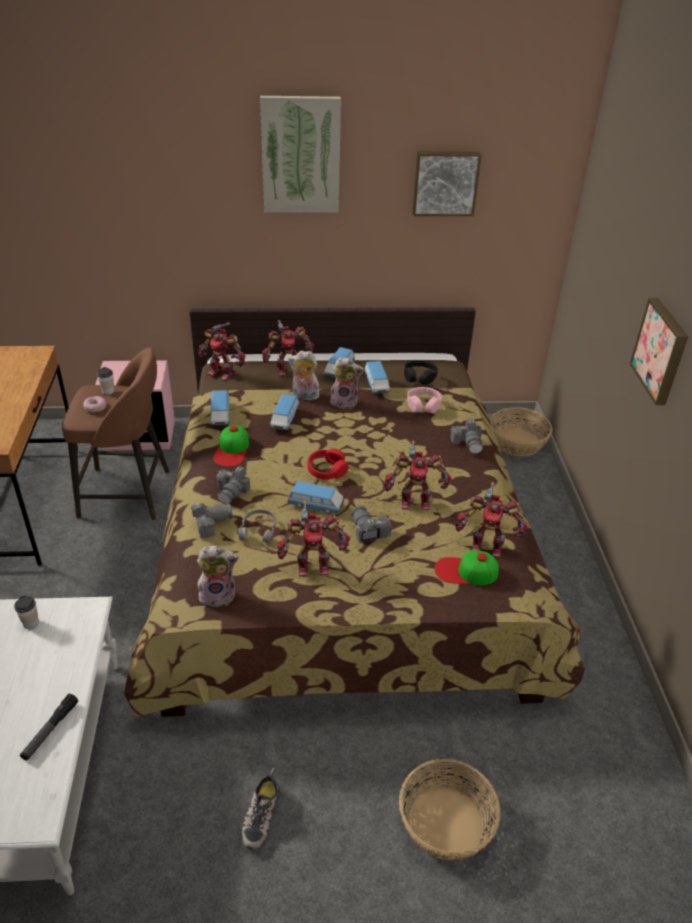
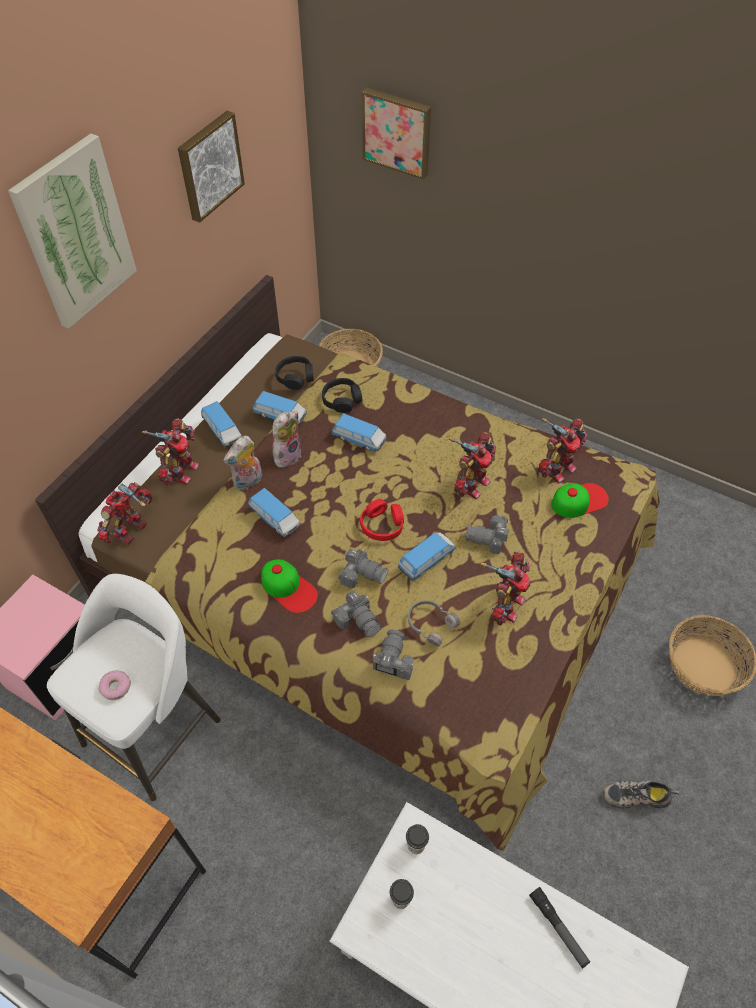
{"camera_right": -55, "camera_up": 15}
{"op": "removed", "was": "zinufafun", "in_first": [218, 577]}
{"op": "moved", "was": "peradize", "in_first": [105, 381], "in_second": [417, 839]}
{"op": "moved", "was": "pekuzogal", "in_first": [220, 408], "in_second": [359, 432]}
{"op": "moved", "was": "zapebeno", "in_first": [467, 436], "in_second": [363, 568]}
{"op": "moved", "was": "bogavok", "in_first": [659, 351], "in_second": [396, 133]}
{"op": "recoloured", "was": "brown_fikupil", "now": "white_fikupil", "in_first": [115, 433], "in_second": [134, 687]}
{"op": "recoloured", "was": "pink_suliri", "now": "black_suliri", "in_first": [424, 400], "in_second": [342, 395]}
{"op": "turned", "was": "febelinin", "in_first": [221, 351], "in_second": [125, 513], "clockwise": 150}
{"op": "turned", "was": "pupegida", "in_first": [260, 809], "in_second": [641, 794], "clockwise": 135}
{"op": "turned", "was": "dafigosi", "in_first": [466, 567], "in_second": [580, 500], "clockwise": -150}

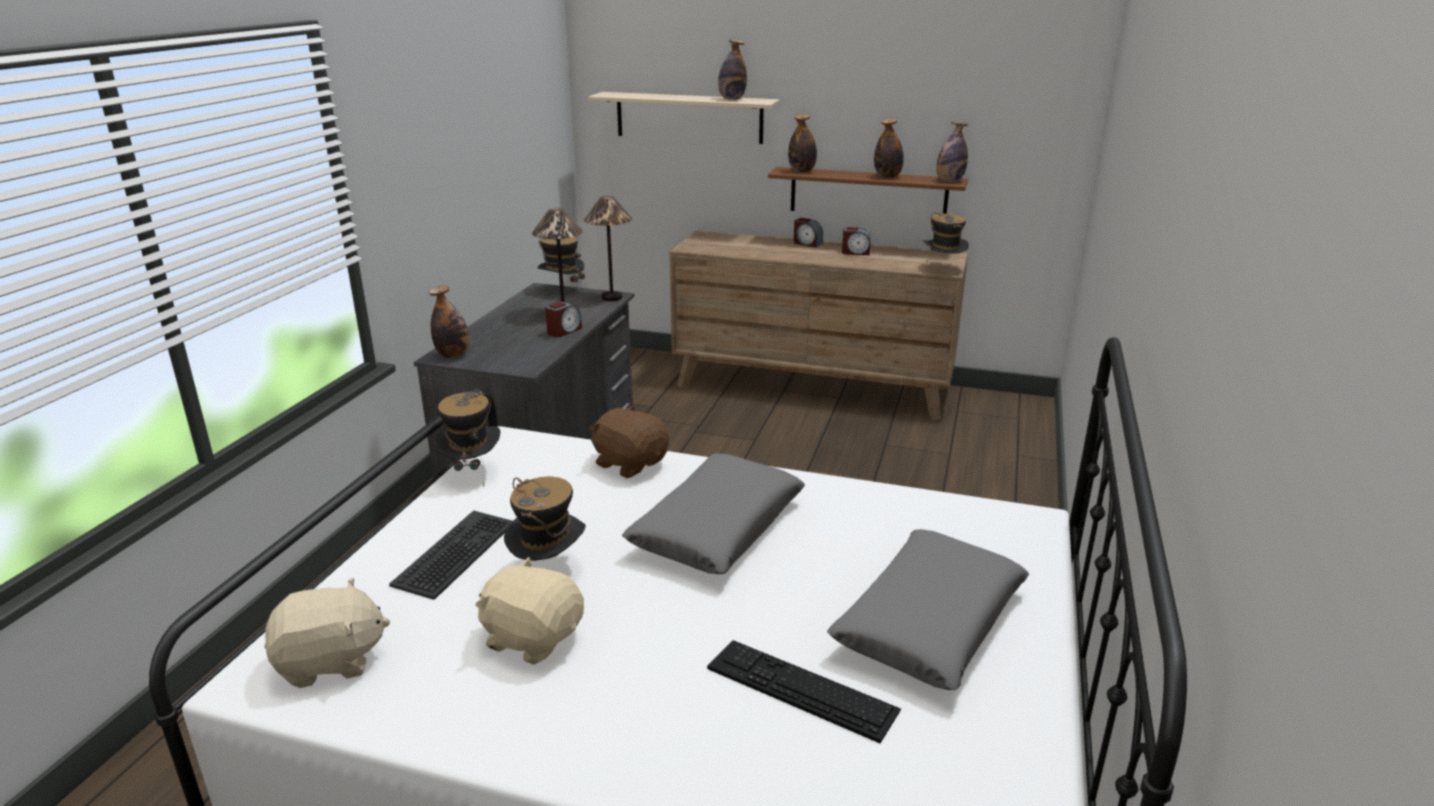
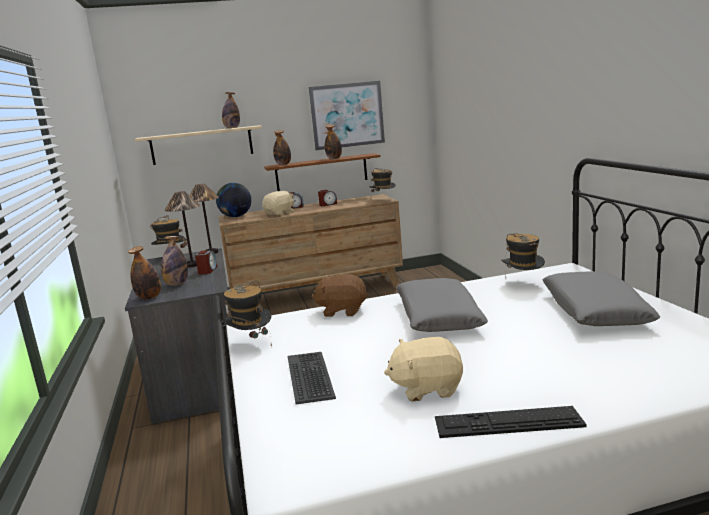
{"camera_right": -30, "camera_up": -10}
{"op": "added", "now": "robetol", "in_second": [233, 200]}
{"op": "added", "now": "bogavok", "in_second": [347, 115]}
{"op": "moved", "was": "beige_zinufafun", "in_first": [327, 633], "in_second": [278, 203]}
{"op": "moved", "was": "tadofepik", "in_first": [545, 518], "in_second": [523, 255]}
{"op": "moved", "was": "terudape", "in_first": [804, 691], "in_second": [510, 422]}
{"op": "moved", "was": "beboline", "in_first": [952, 152], "in_second": [174, 261]}

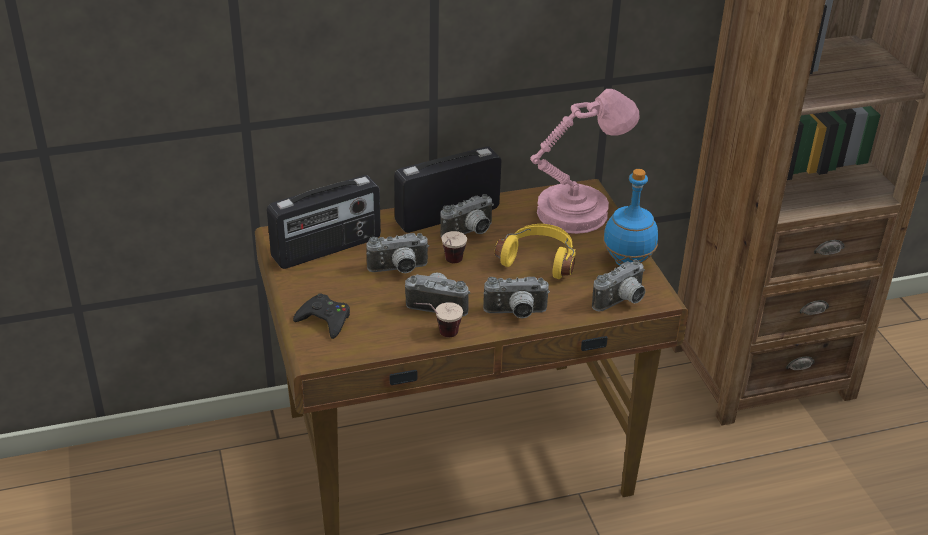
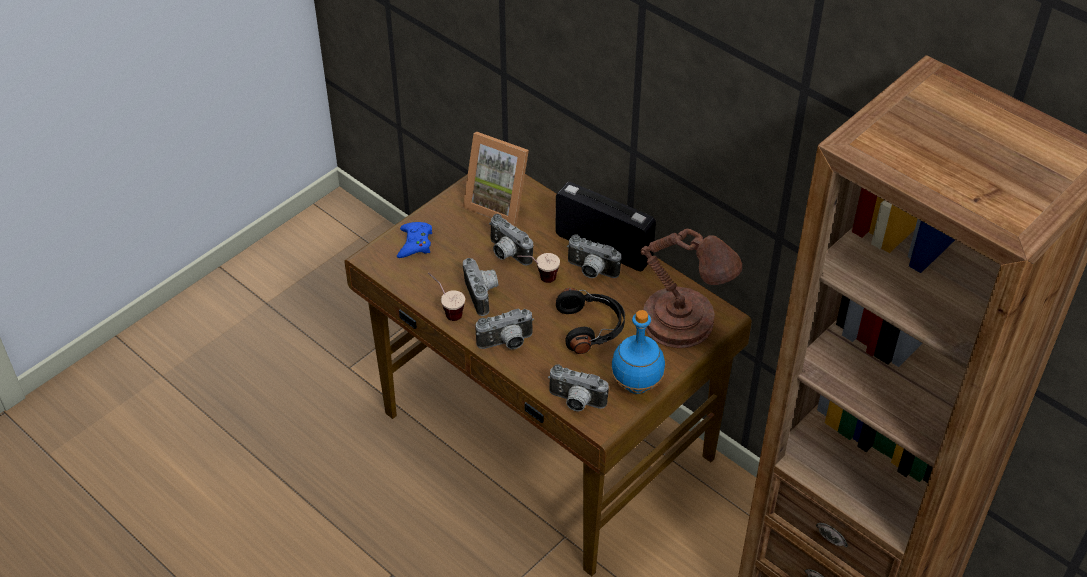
{"camera_right": 60, "camera_up": 10}
{"op": "replaced", "was": "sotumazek", "now": "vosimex", "in_first": [324, 222], "in_second": [496, 179]}
{"op": "recoloured", "was": "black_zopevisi", "now": "blue_zopevisi", "in_first": [321, 316], "in_second": [414, 240]}
{"op": "recoloured", "was": "yellow_suliri", "now": "black_suliri", "in_first": [535, 251], "in_second": [590, 321]}
{"op": "recoloured", "was": "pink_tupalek", "now": "brown_tupalek", "in_first": [584, 161], "in_second": [691, 288]}
{"op": "turned", "was": "zapebeno", "in_first": [516, 297], "in_second": [505, 329], "clockwise": -75}

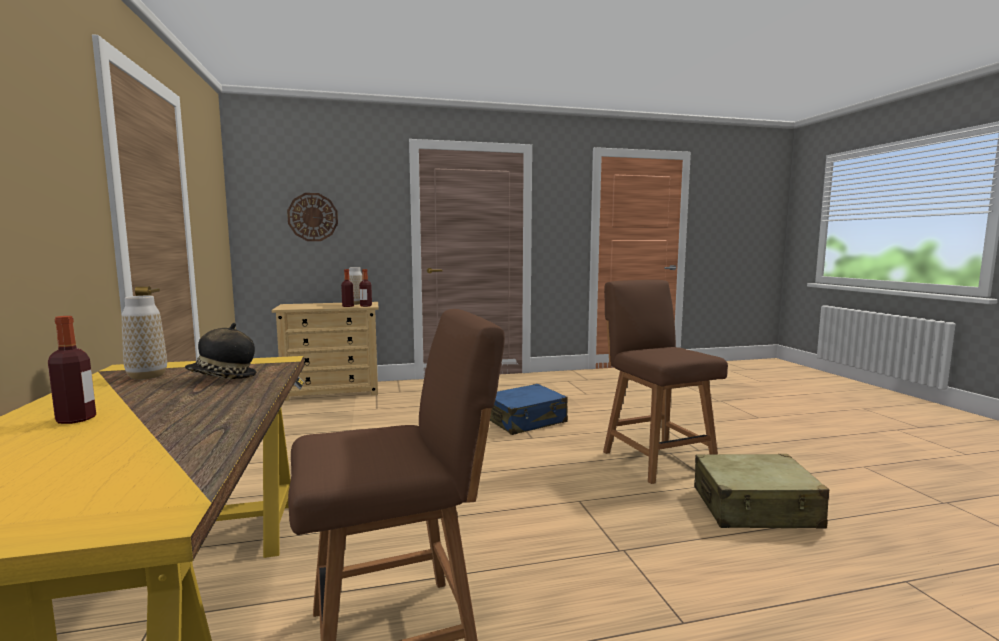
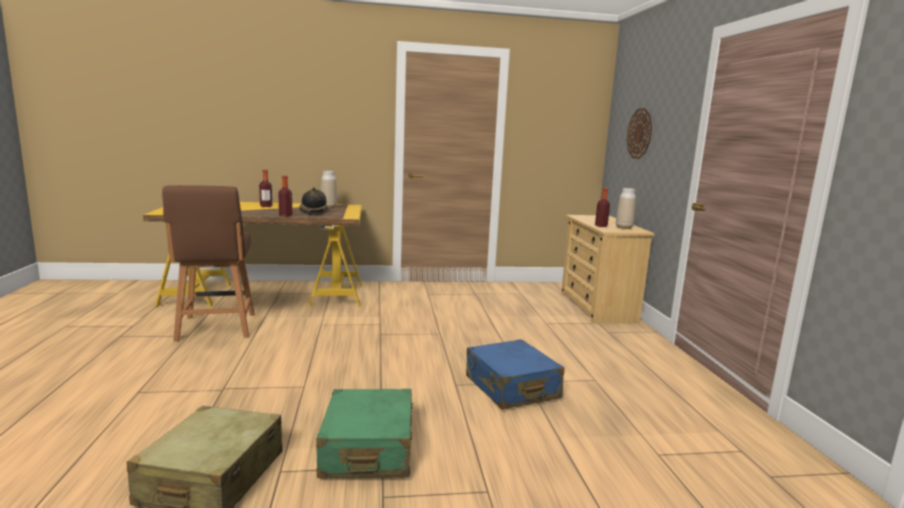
{"camera_right": 95, "camera_up": 5}
{"op": "moved", "was": "beboline", "in_first": [365, 288], "in_second": [285, 196]}
{"op": "replaced", "was": "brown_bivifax", "now": "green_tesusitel", "in_first": [665, 382], "in_second": [364, 433]}

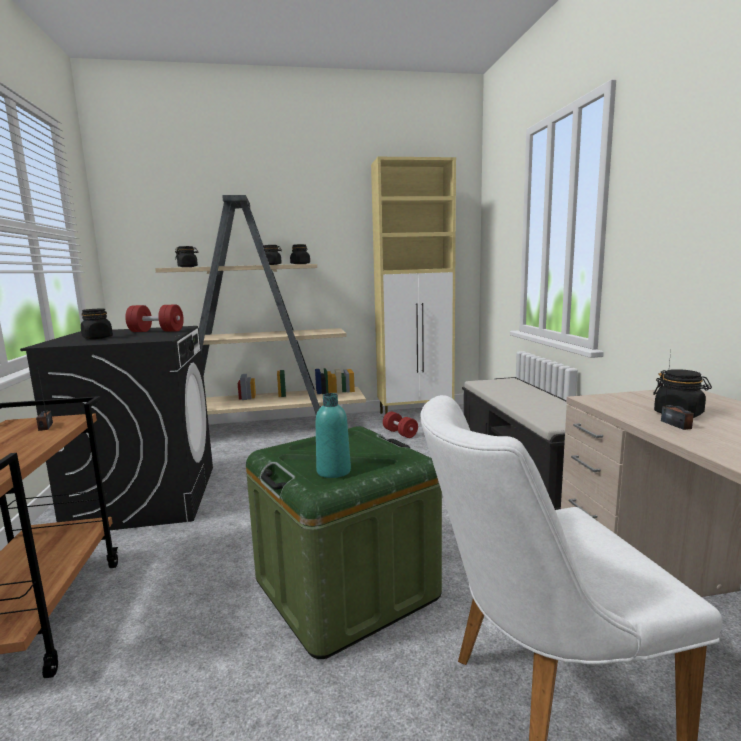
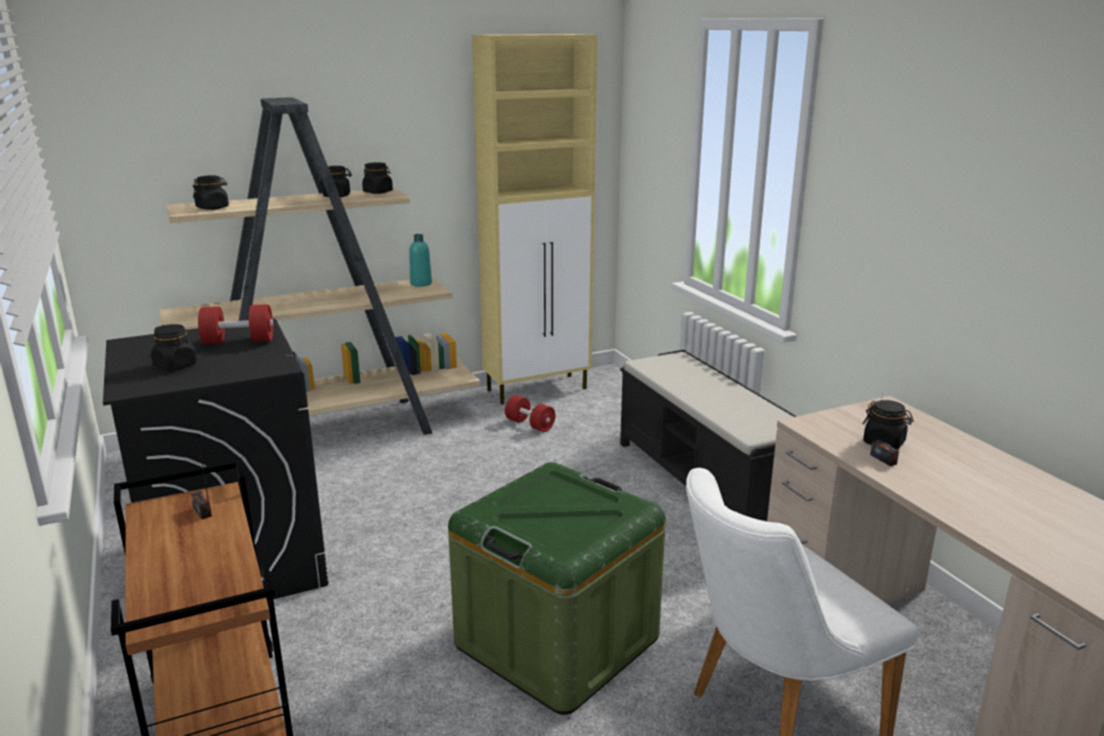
{"camera_right": -15, "camera_up": 10}
{"op": "moved", "was": "turquoise_beboline", "in_first": [333, 435], "in_second": [420, 260]}

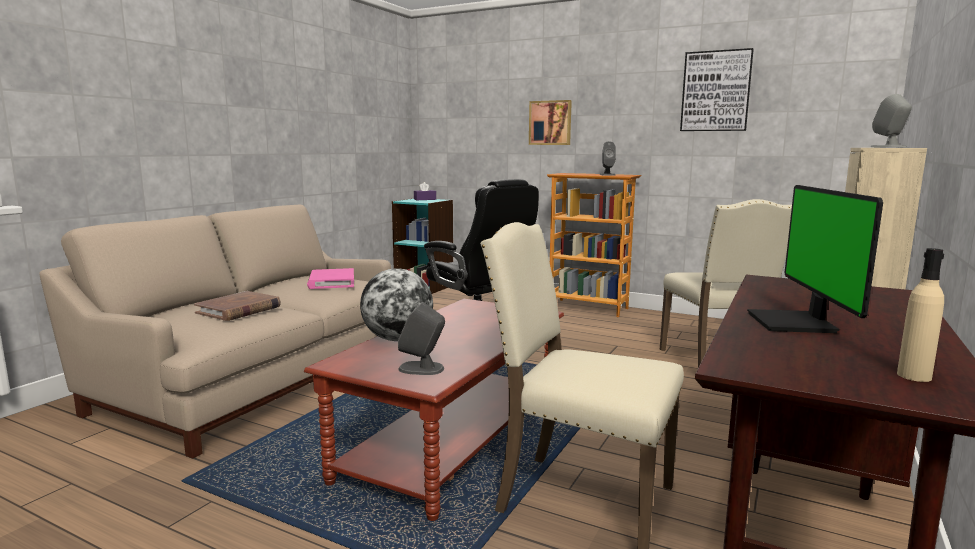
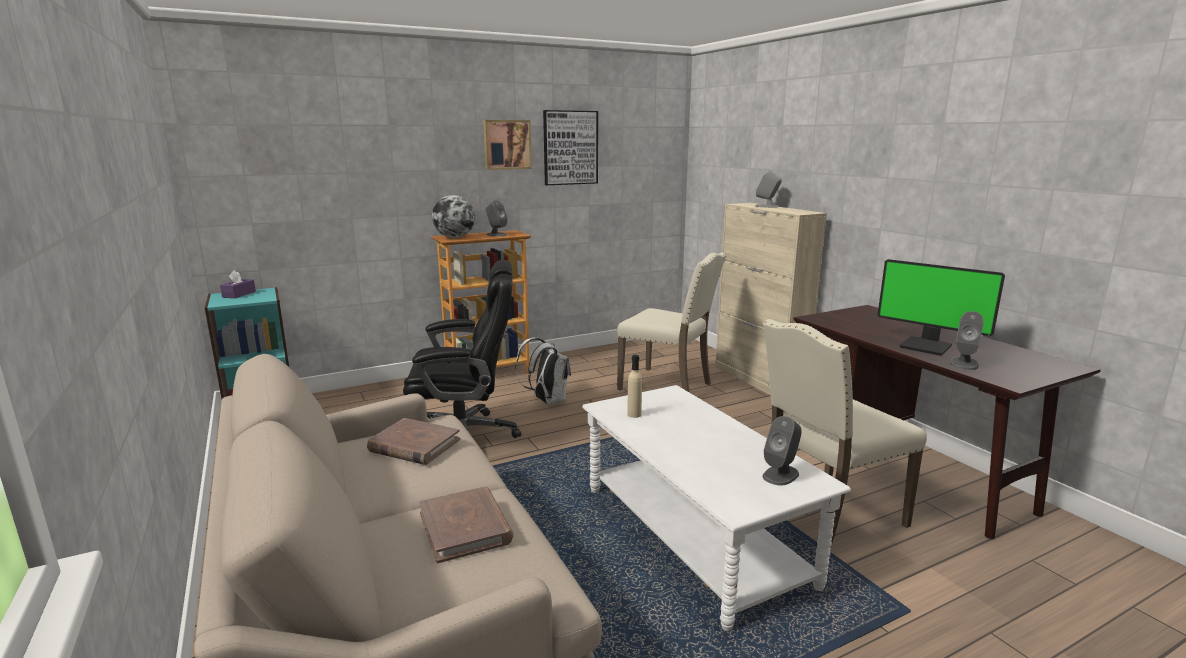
{"camera_right": -55, "camera_up": 5}
{"op": "added", "now": "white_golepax", "in_second": [543, 371]}
{"op": "added", "now": "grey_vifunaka", "in_second": [967, 340]}
{"op": "moved", "was": "robetol", "in_first": [396, 304], "in_second": [453, 216]}
{"op": "moved", "was": "bogavok", "in_first": [550, 122], "in_second": [507, 145]}
{"op": "moved", "was": "beige_beboline", "in_first": [920, 315], "in_second": [634, 386]}
{"op": "recoloured", "was": "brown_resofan", "now": "white_resofan", "in_first": [434, 410], "in_second": [716, 508]}
{"op": "recoloured", "was": "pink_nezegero", "now": "brown_nezegero", "in_first": [330, 278], "in_second": [413, 441]}

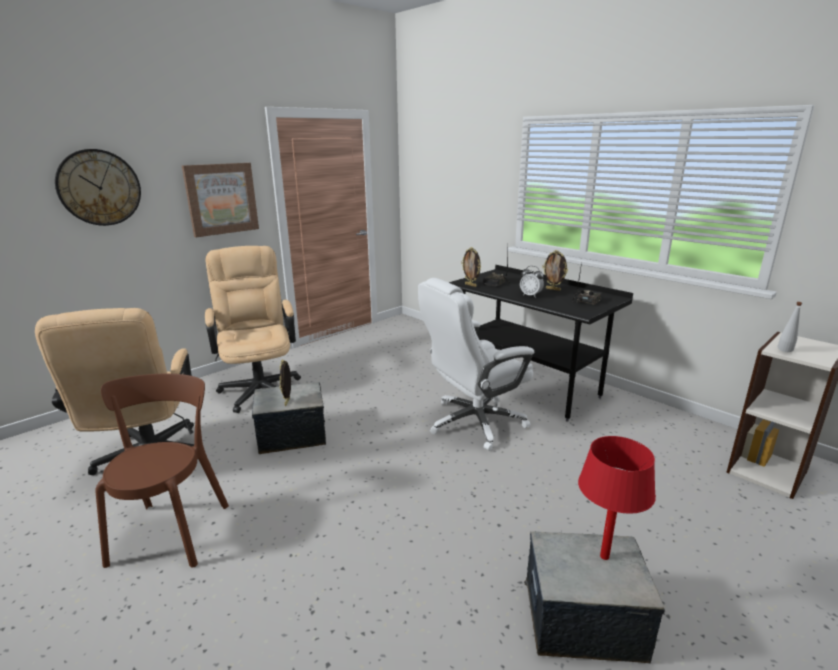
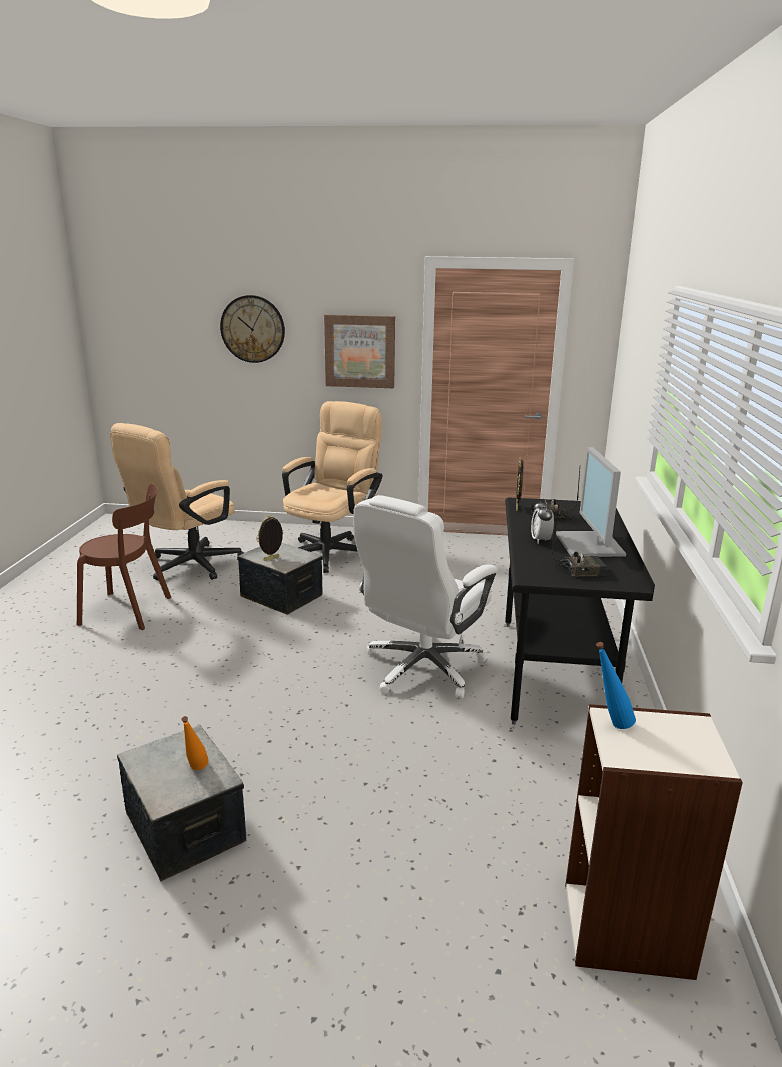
{"camera_right": 50, "camera_up": 0}
{"op": "replaced", "was": "vosimex", "now": "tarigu", "in_first": [555, 270], "in_second": [591, 502]}
{"op": "replaced", "was": "red_tupalek", "now": "orange_beboline", "in_first": [617, 498], "in_second": [195, 743]}
{"op": "recoloured", "was": "white_beboline", "now": "blue_beboline", "in_first": [790, 327], "in_second": [616, 685]}
{"op": "turned", "was": "brown_bivifax", "in_first": [162, 471], "in_second": [124, 557], "clockwise": 45}
{"op": "turned", "was": "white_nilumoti", "in_first": [476, 364], "in_second": [425, 596], "clockwise": -75}

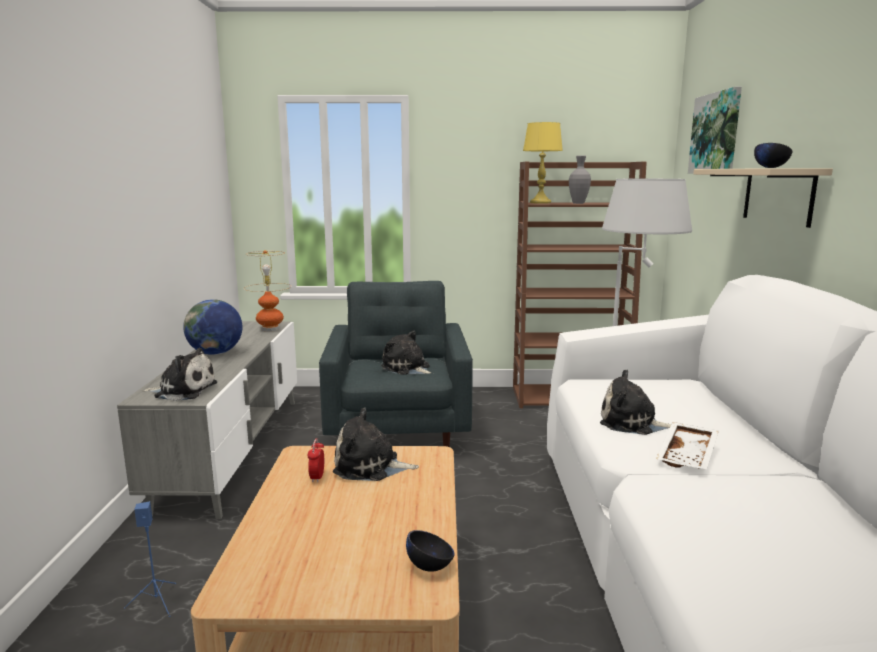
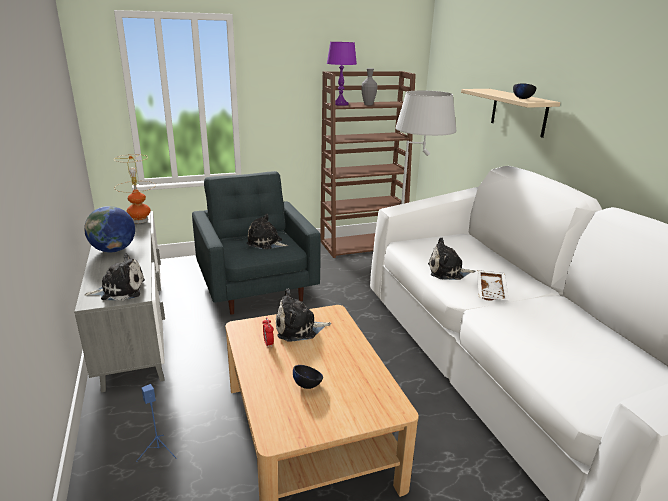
{"camera_right": -20, "camera_up": 10}
{"op": "removed", "was": "bogavok", "in_first": [715, 130]}
{"op": "moved", "was": "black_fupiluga", "in_first": [430, 551], "in_second": [308, 377]}
{"op": "recoloured", "was": "yellow_tupalek", "now": "purple_tupalek", "in_first": [543, 163], "in_second": [342, 74]}

